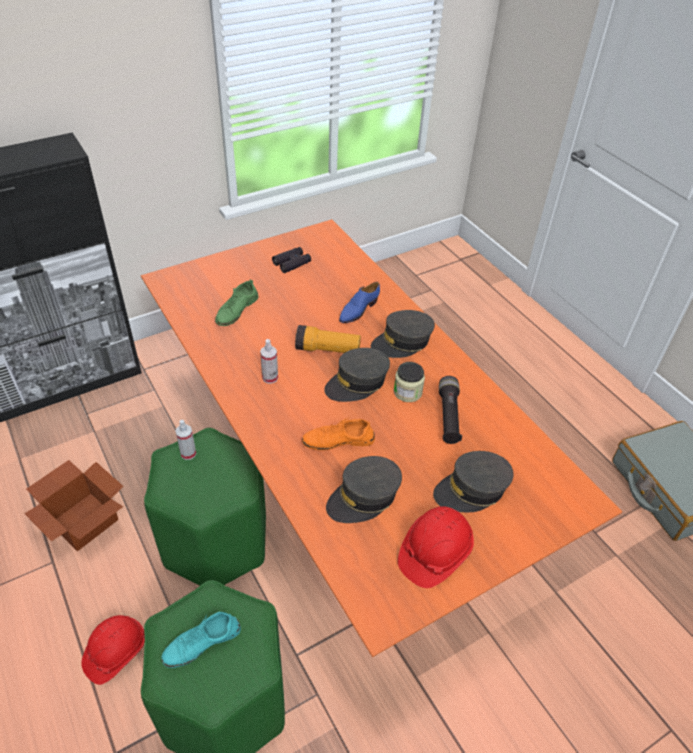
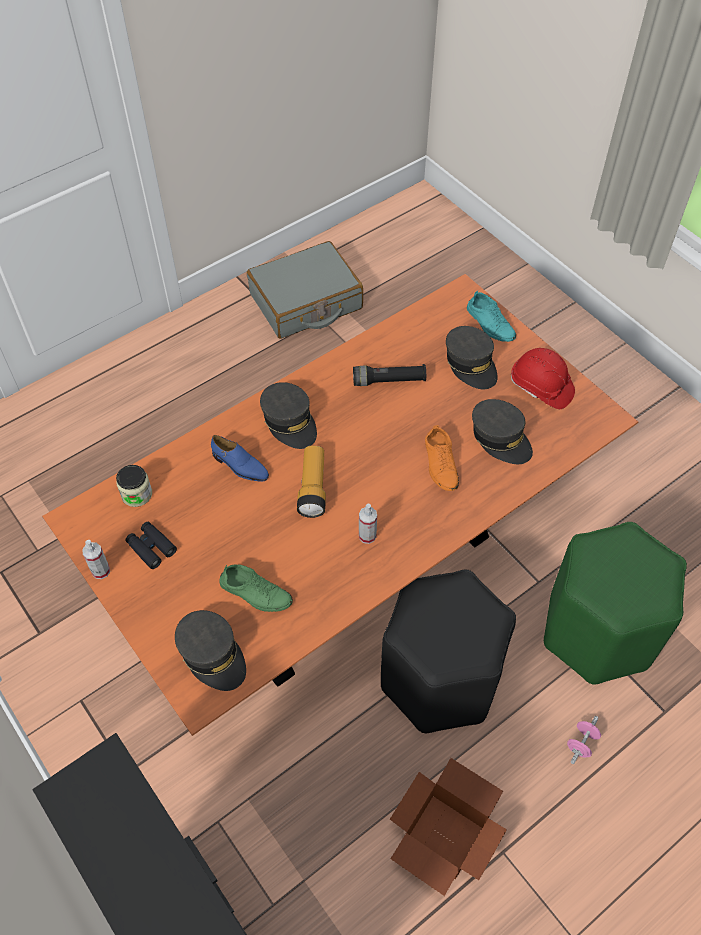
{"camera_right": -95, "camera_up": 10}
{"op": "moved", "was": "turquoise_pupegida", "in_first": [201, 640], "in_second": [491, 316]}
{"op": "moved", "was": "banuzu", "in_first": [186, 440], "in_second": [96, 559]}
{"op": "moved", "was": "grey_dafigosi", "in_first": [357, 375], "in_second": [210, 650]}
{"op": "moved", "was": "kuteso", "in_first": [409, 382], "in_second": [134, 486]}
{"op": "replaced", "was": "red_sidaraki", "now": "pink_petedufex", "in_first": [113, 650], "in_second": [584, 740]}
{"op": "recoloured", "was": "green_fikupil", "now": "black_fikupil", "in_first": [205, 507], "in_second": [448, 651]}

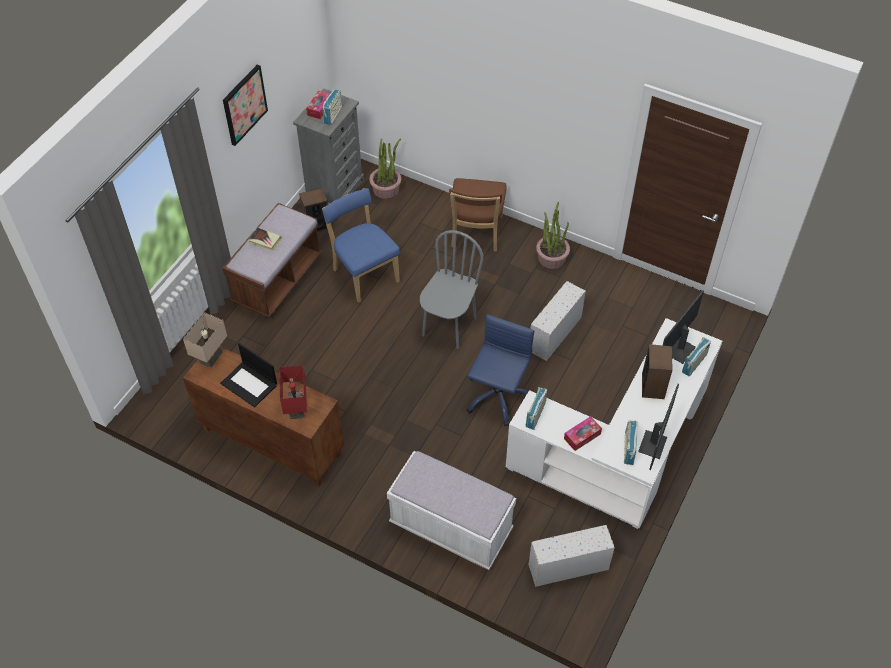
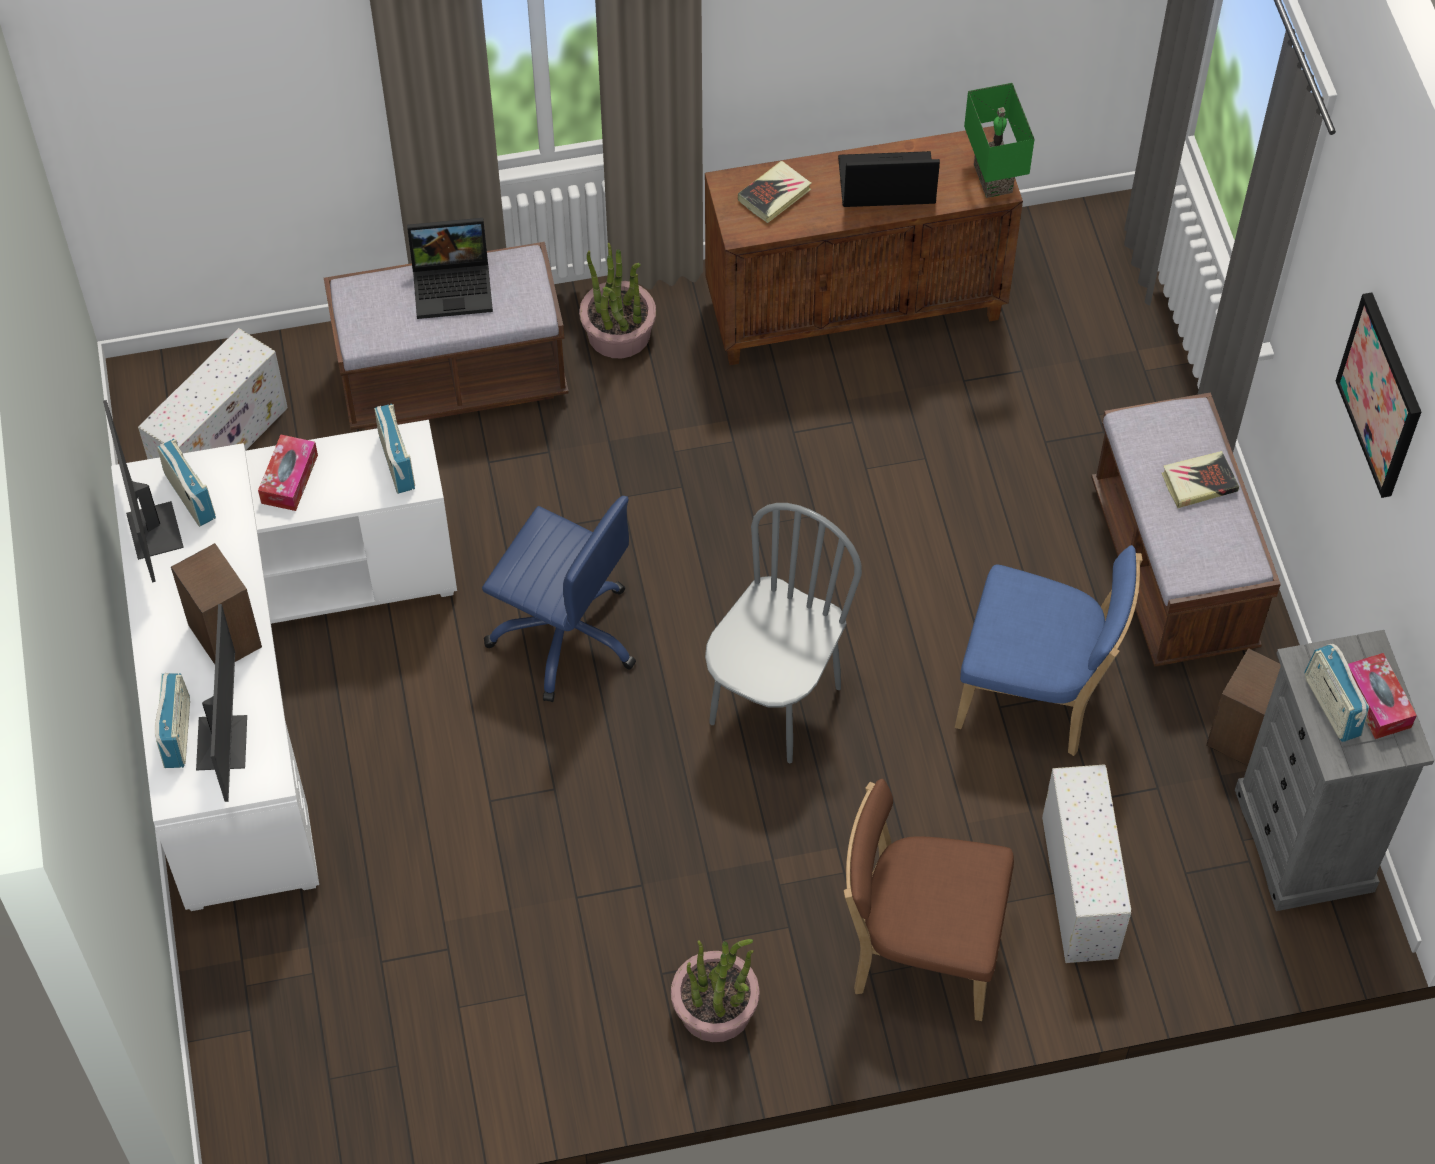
{"camera_right": 140, "camera_up": 5}
{"op": "added", "now": "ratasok", "in_second": [450, 268]}
{"op": "moved", "was": "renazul", "in_first": [385, 169], "in_second": [617, 300]}
{"op": "moved", "was": "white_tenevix", "in_first": [558, 321], "in_second": [1086, 863]}
{"op": "replaced", "was": "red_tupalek", "now": "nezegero", "in_first": [293, 392], "in_second": [774, 192]}
{"op": "recoloured", "was": "beige_tupalek", "now": "green_tupalek", "in_first": [205, 340], "in_second": [999, 140]}
{"op": "recoloured", "was": "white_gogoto", "now": "brown_gogoto", "in_first": [451, 510], "in_second": [446, 336]}
{"op": "turned", "was": "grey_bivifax", "in_first": [452, 289], "in_second": [783, 633], "clockwise": -135}
{"op": "turned", "was": "brown_bivifax", "in_first": [478, 215], "in_second": [929, 900], "clockwise": -45}
{"op": "turned", "was": "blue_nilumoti", "in_first": [500, 370], "in_second": [559, 599], "clockwise": -45}

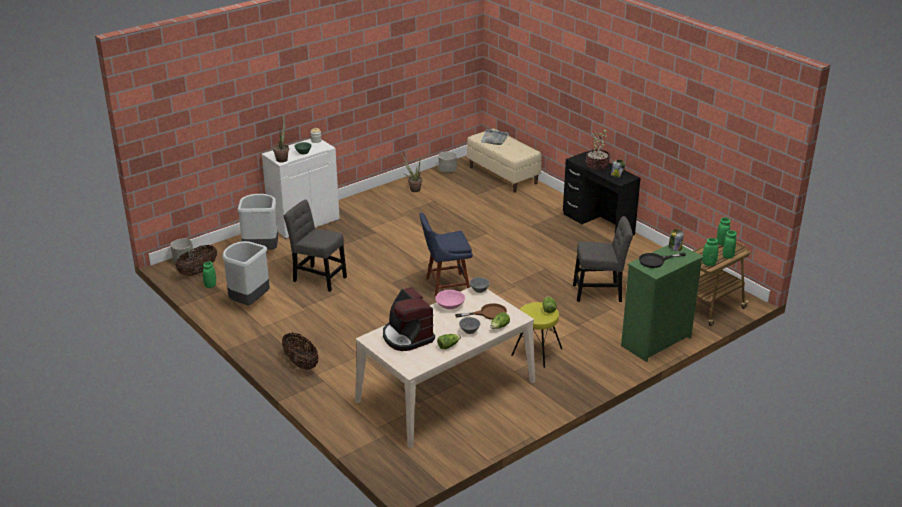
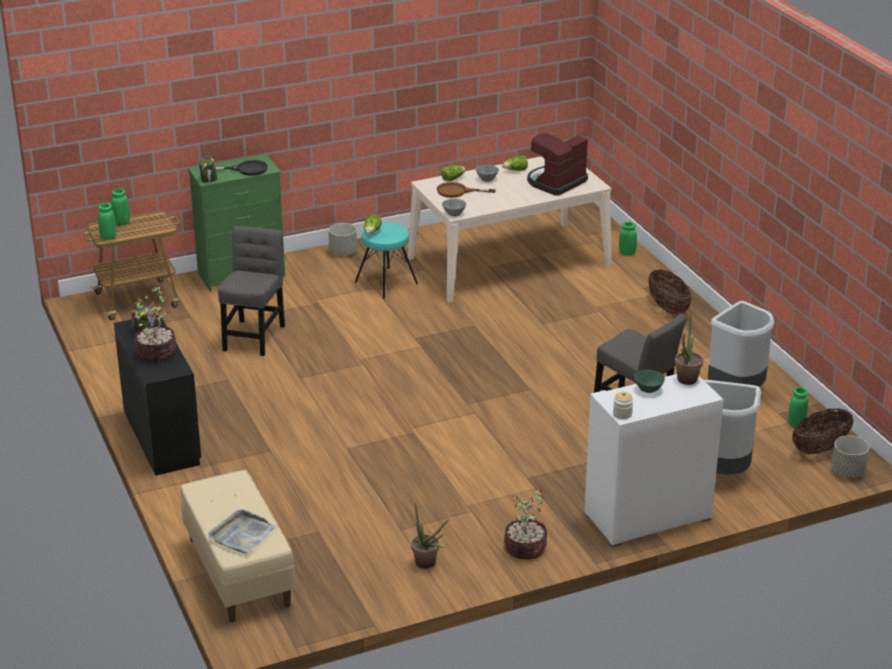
{"camera_right": -165, "camera_up": 0}
{"op": "removed", "was": "blue_bivifax", "in_first": [446, 255]}
{"op": "removed", "was": "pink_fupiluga", "in_first": [450, 299]}
{"op": "added", "now": "renazul", "in_second": [525, 523]}
{"op": "moved", "was": "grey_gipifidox", "in_first": [447, 162], "in_second": [343, 239]}
{"op": "moved", "was": "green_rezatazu", "in_first": [710, 252], "in_second": [628, 239]}
{"op": "recoloured", "was": "yellow_fikupil", "now": "turquoise_fikupil", "in_first": [536, 335], "in_second": [386, 260]}
{"op": "turned", "was": "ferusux", "in_first": [409, 319], "in_second": [557, 164], "clockwise": -120}
{"op": "turned", "was": "grey_bivifax", "in_first": [603, 259], "in_second": [251, 291], "clockwise": 90}

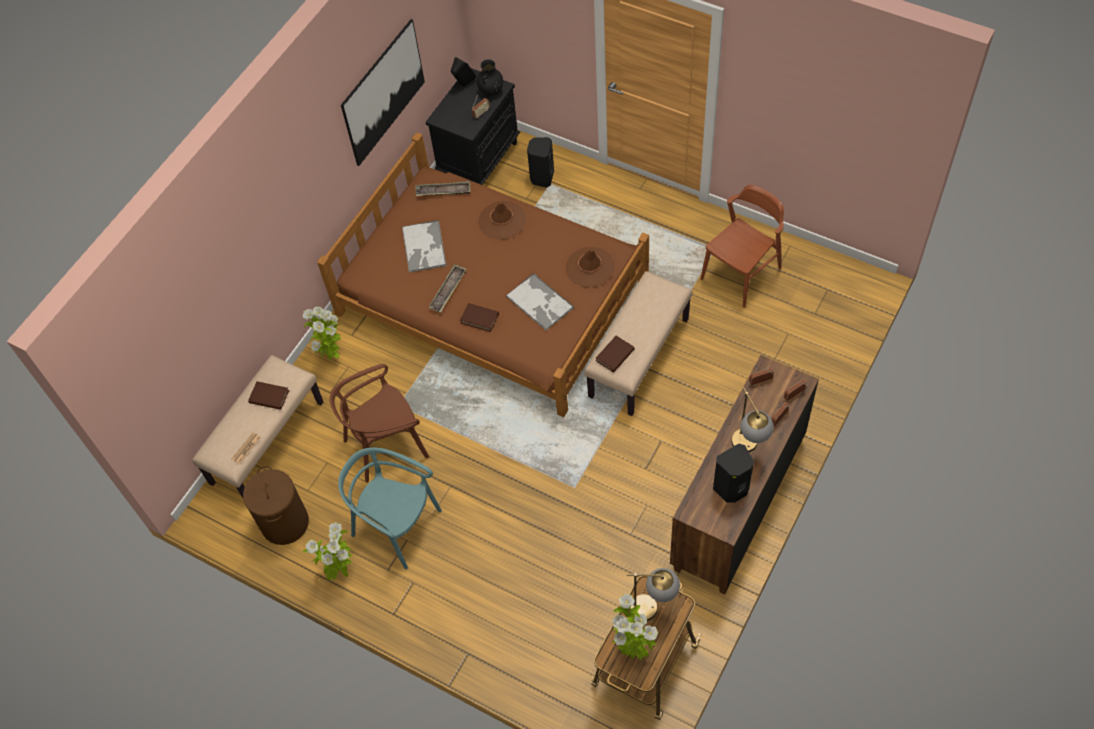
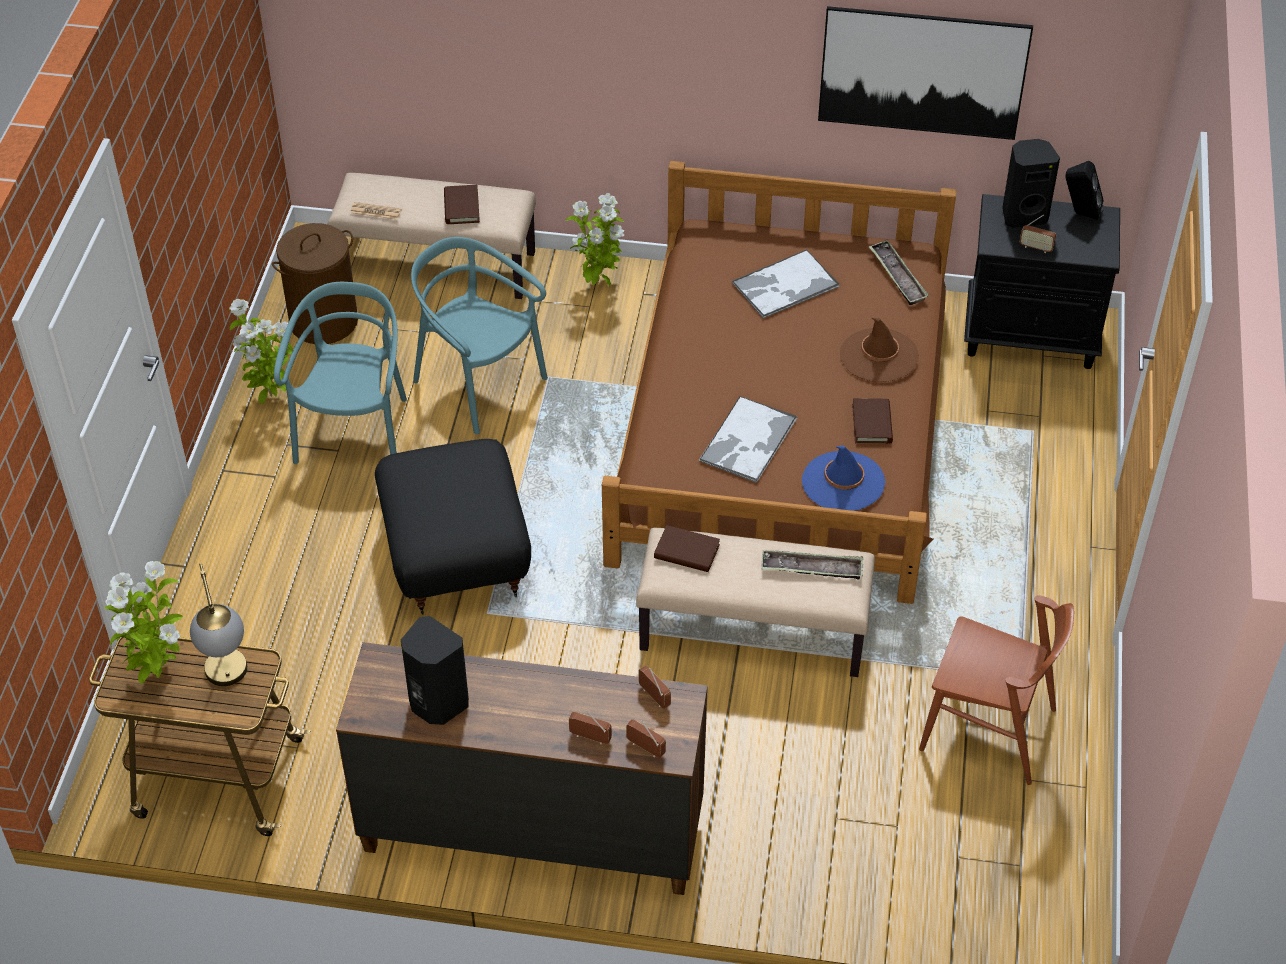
{"camera_right": 65, "camera_up": -10}
{"op": "removed", "was": "black_rezatazu", "in_first": [490, 77]}
{"op": "removed", "was": "tupalek", "in_first": [752, 419]}
{"op": "added", "now": "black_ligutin", "in_second": [453, 527]}
{"op": "moved", "was": "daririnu", "in_first": [447, 288], "in_second": [812, 565]}
{"op": "moved", "was": "brown_nezegero", "in_first": [479, 317], "in_second": [872, 421]}
{"op": "moved", "was": "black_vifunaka", "in_first": [540, 162], "in_second": [1031, 183]}
{"op": "recoloured", "was": "brown_bivifax", "now": "turquoise_bivifax", "in_first": [379, 423], "in_second": [479, 335]}
{"op": "recoloured", "was": "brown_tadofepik", "now": "blue_tadofepik", "in_first": [590, 267], "in_second": [843, 478]}

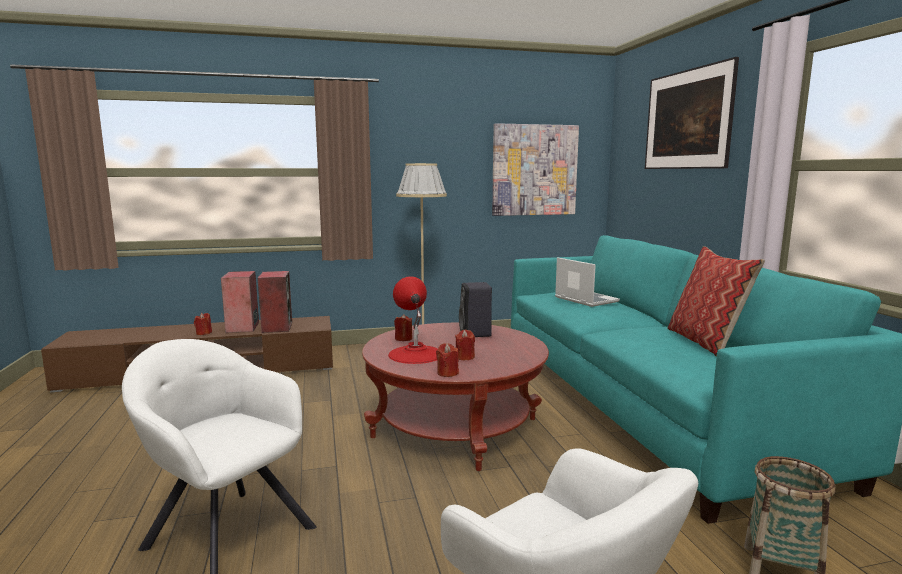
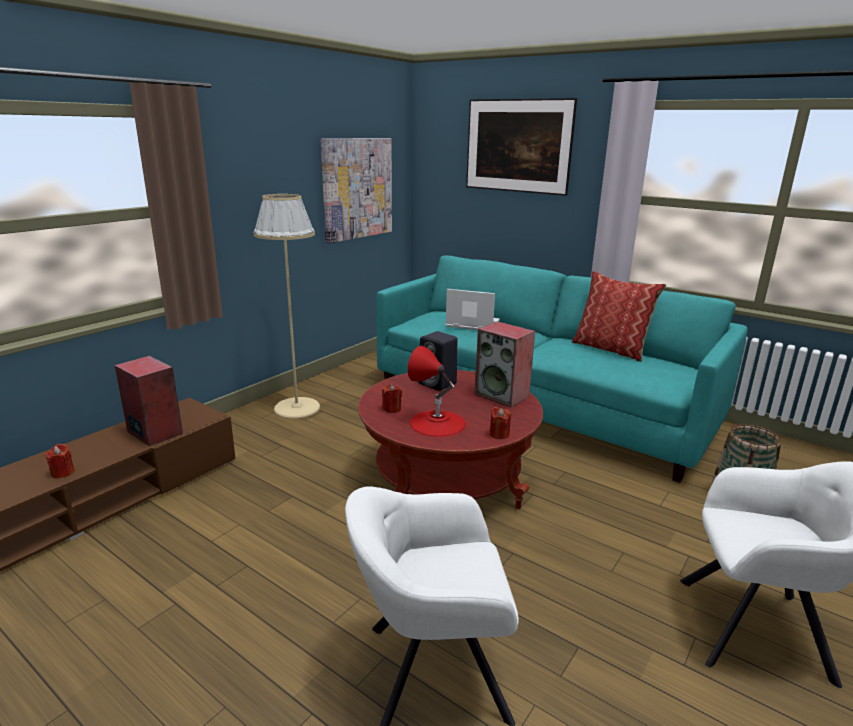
{"camera_right": -40, "camera_up": 10}
{"op": "removed", "was": "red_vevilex", "in_first": [465, 345]}
{"op": "moved", "was": "vifunaka", "in_first": [240, 302], "in_second": [504, 364]}

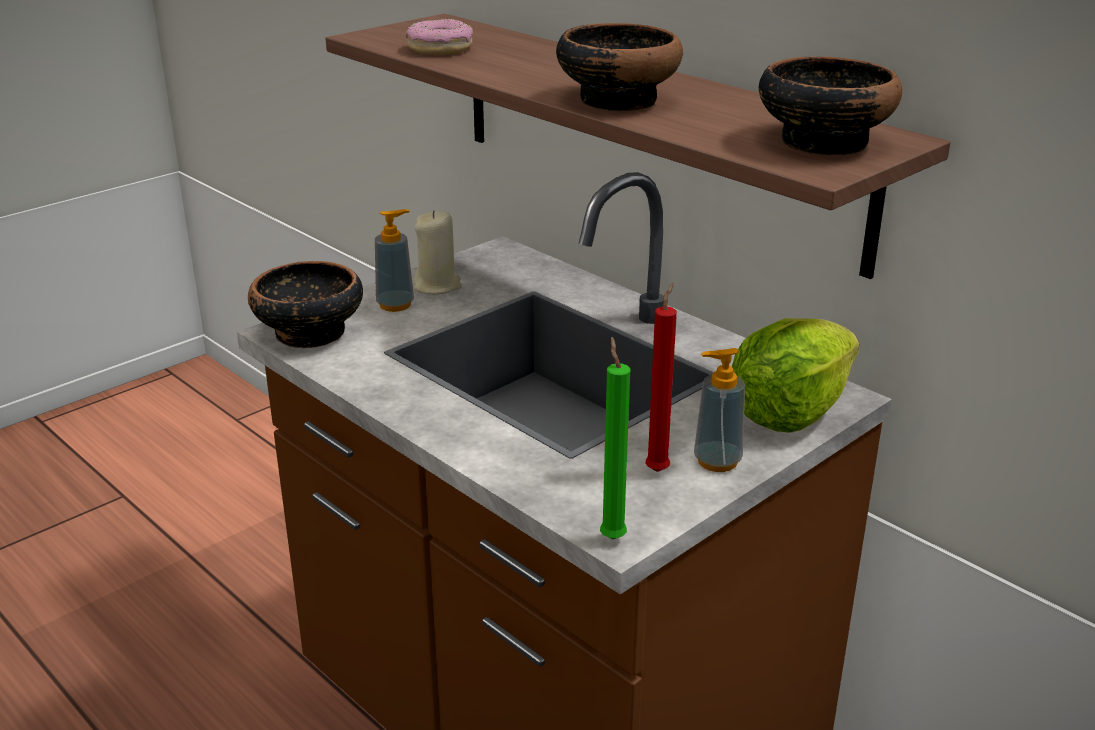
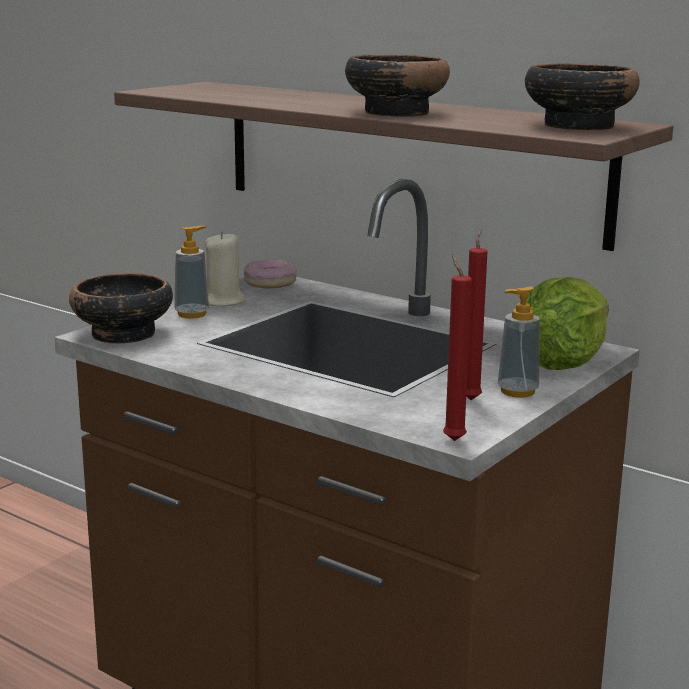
{"camera_right": -10, "camera_up": -10}
{"op": "moved", "was": "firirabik", "in_first": [439, 37], "in_second": [270, 273]}
{"op": "recoloured", "was": "green_vevilex", "now": "red_vevilex", "in_first": [615, 438], "in_second": [457, 347]}

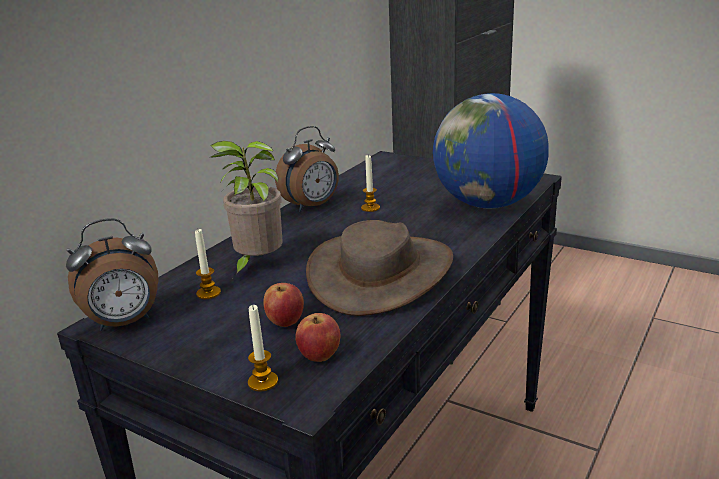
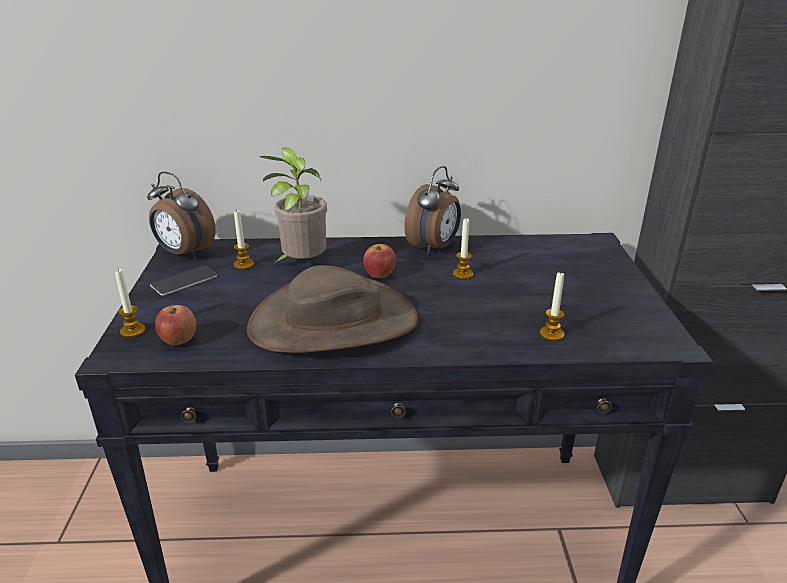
{"camera_right": 55, "camera_up": 5}
{"op": "added", "now": "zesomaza", "in_second": [183, 281]}
{"op": "moved", "was": "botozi", "in_first": [283, 305], "in_second": [379, 261]}
{"op": "replaced", "was": "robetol", "now": "vevilex", "in_first": [491, 151], "in_second": [552, 306]}
{"op": "turned", "was": "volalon", "in_first": [307, 169], "in_second": [432, 210], "clockwise": -75}

